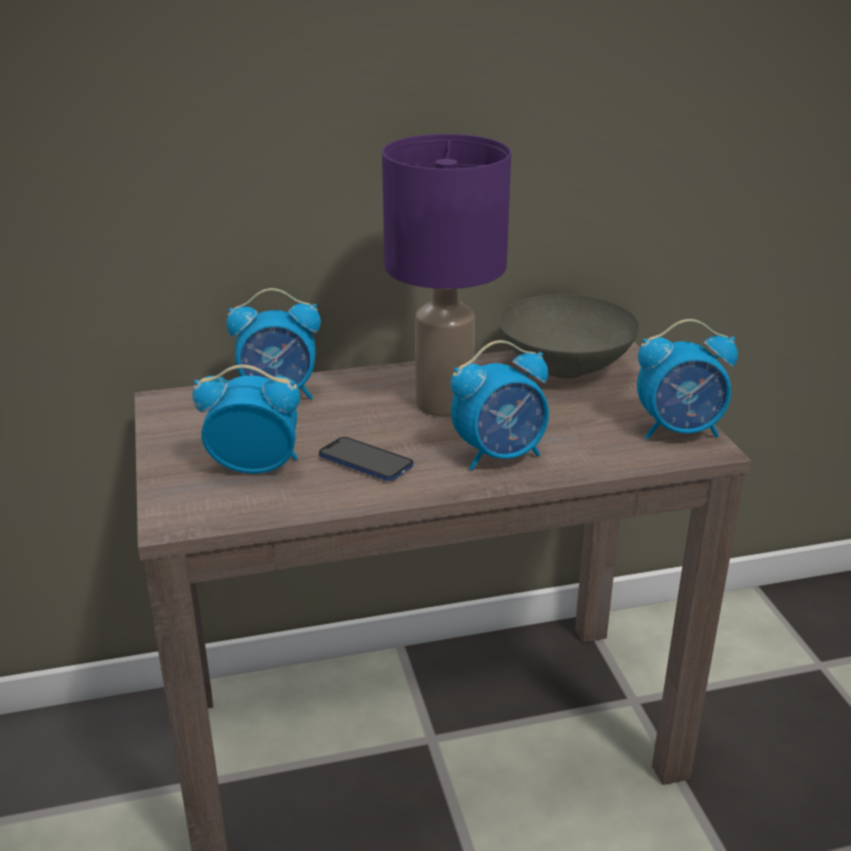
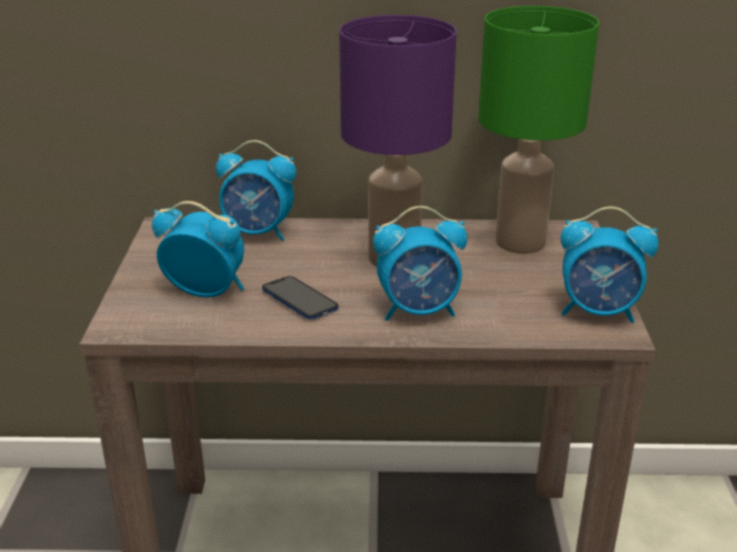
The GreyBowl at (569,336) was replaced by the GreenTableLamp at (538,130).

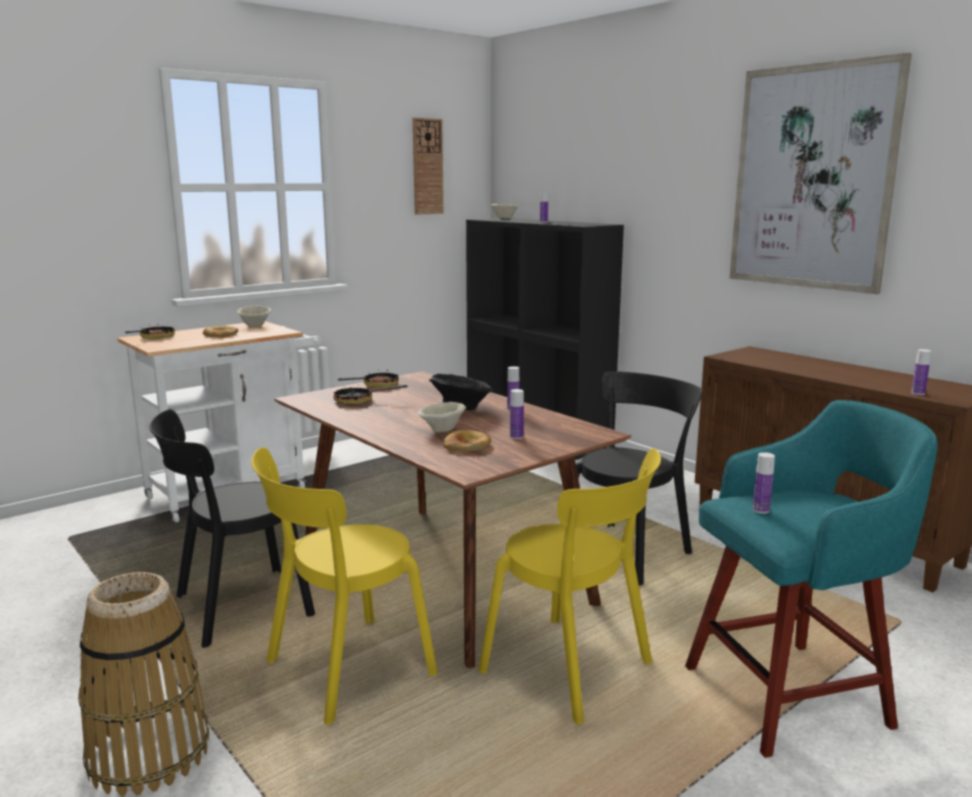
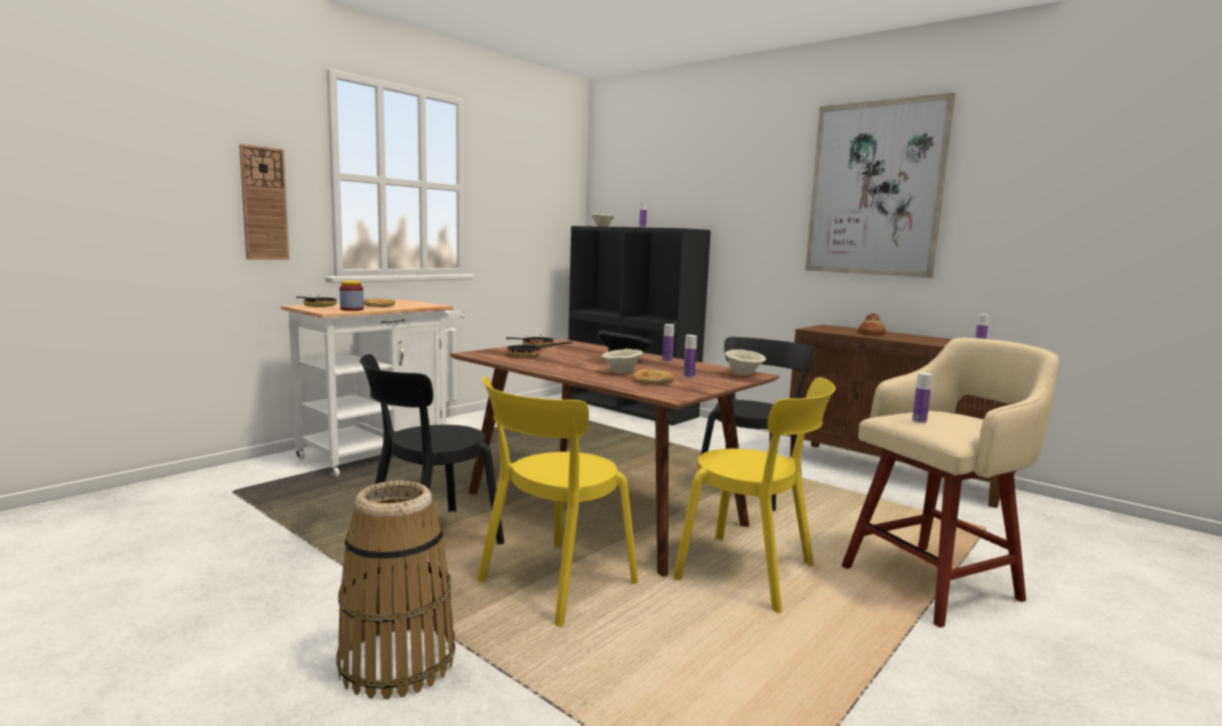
The Jar at (352,296) appeared. The Bread at (872,324) appeared. The BeigeBowl moved from (254,316) to (745,363). The WallClock moved from (428,166) to (264,202). The TurquoiseStool at (811,579) became the BeigeStool at (950,483).

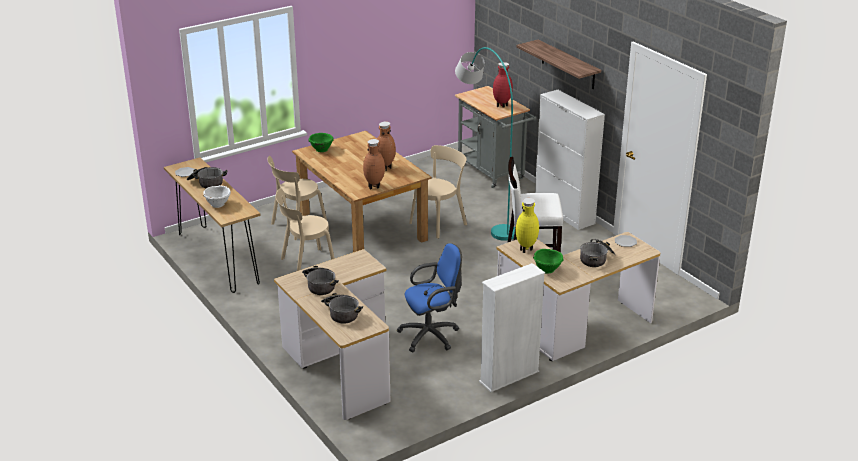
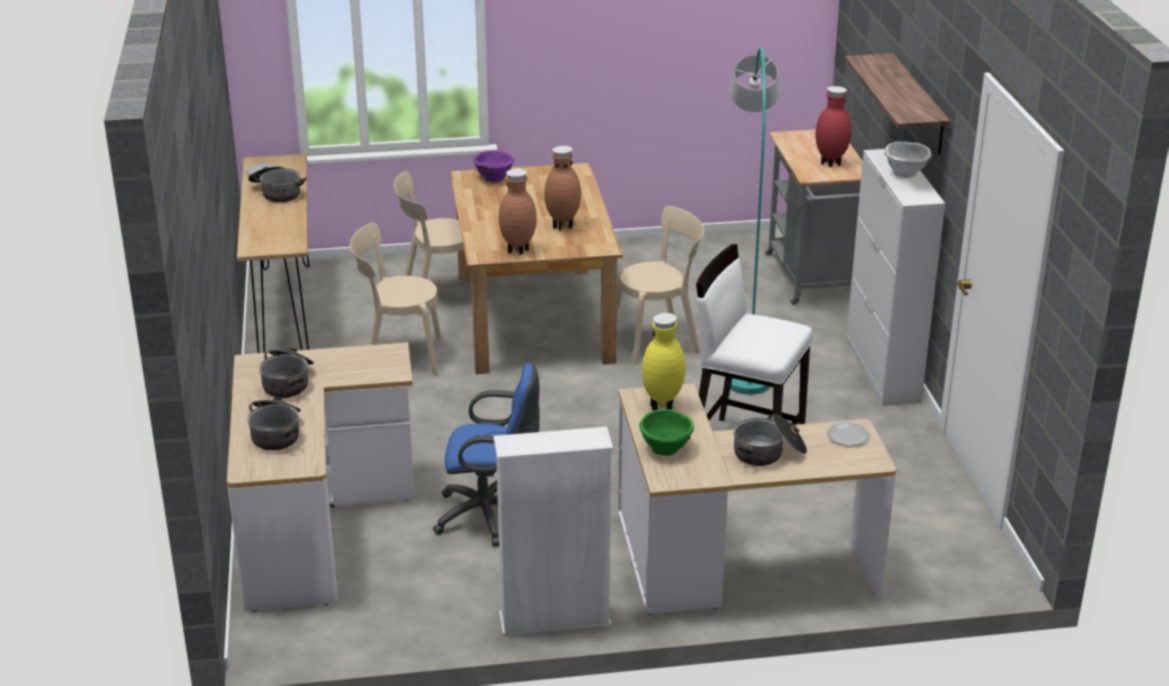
The WhiteBowl moved from (217,196) to (908,160). The GreenBowl at (321,142) became the PurpleBowl at (493,166).

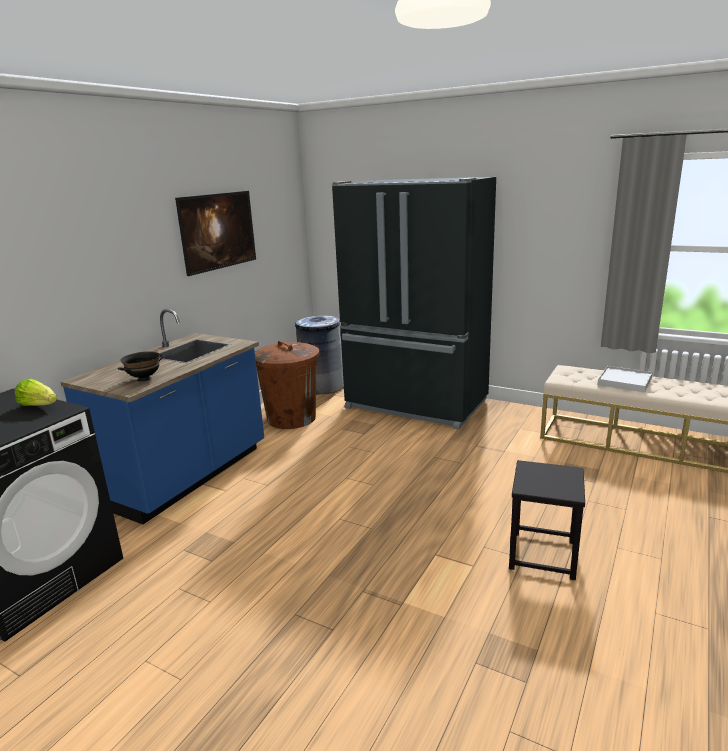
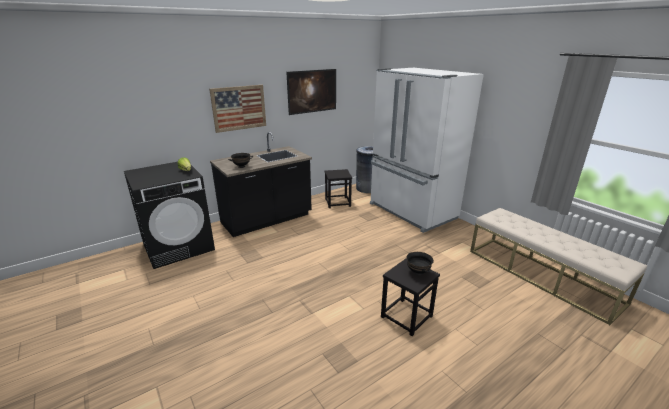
The WhiteTray at (625,379) disappeared. The Picture at (237,109) appeared. The BlackBowl at (420,263) appeared. The BrownTrashCan at (287,384) was replaced by the BlackStool at (338,188). The BlueCounter at (162,416) became the BlackCounter at (261,184). The BlackFridge at (414,303) became the WhiteFridge at (427,150).

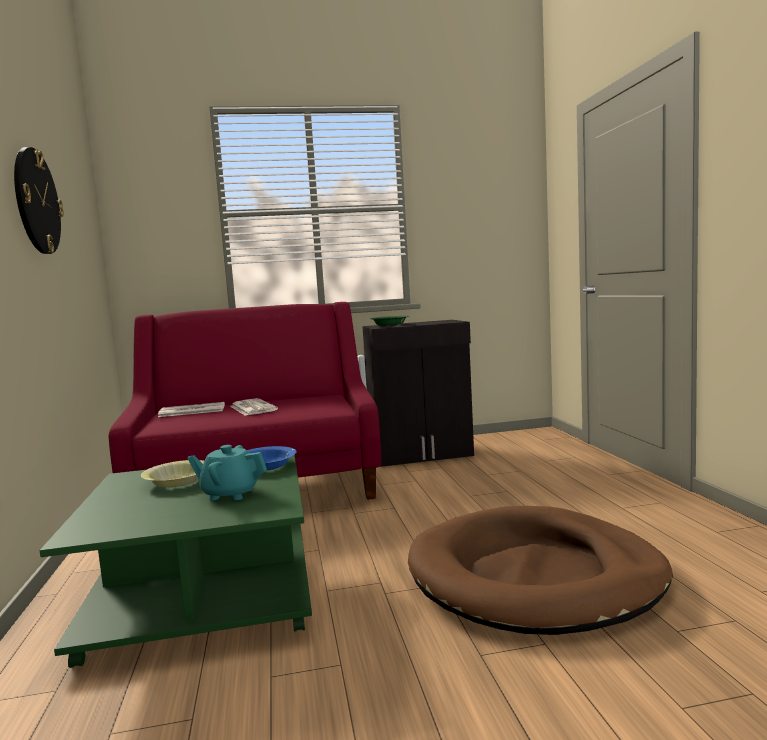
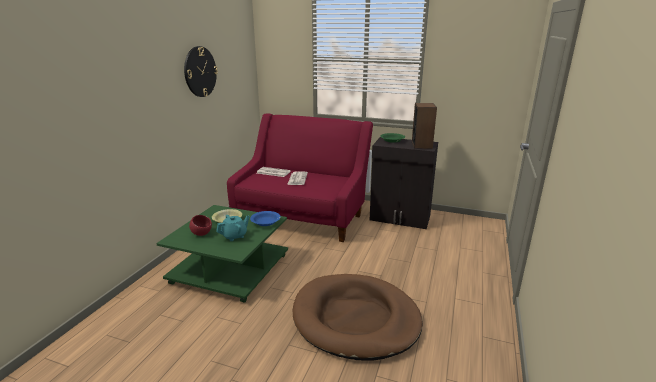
The RedBowl at (200,225) appeared. The Speaker at (424,126) appeared. The TurquoiseTeapot at (227,472) turned 105 degrees clockwise.

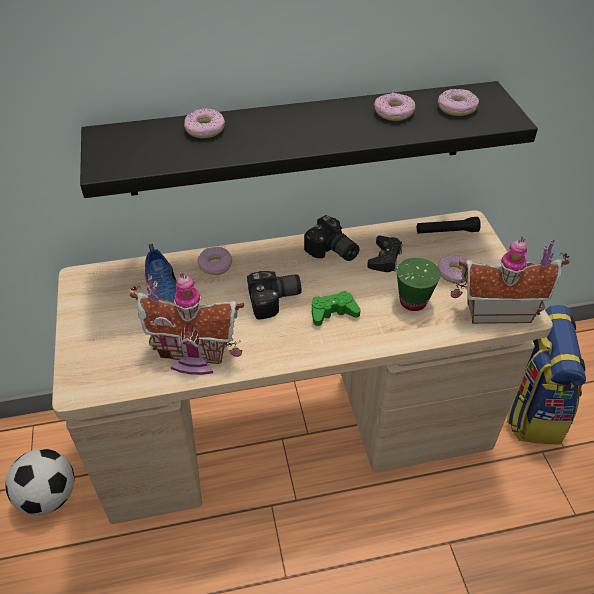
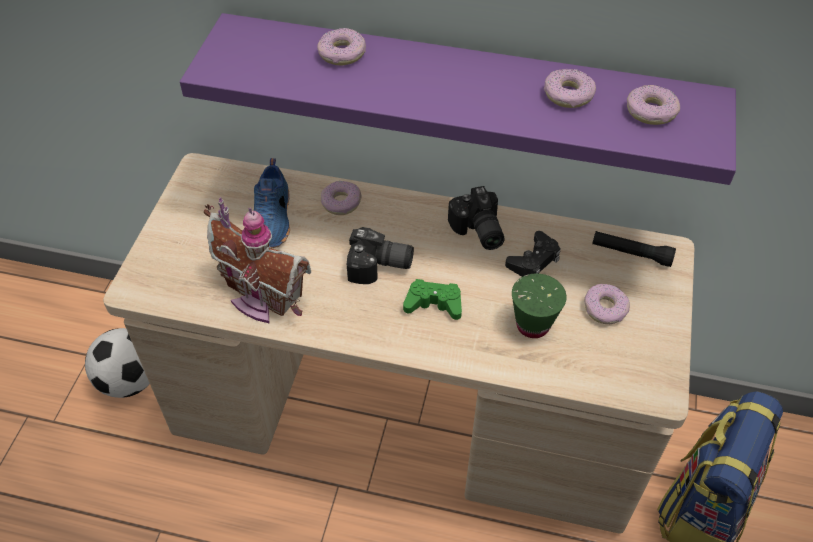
The ToyHouse at (510,280) disappeared. The BlackShelf at (309,139) became the PurpleShelf at (458,99).

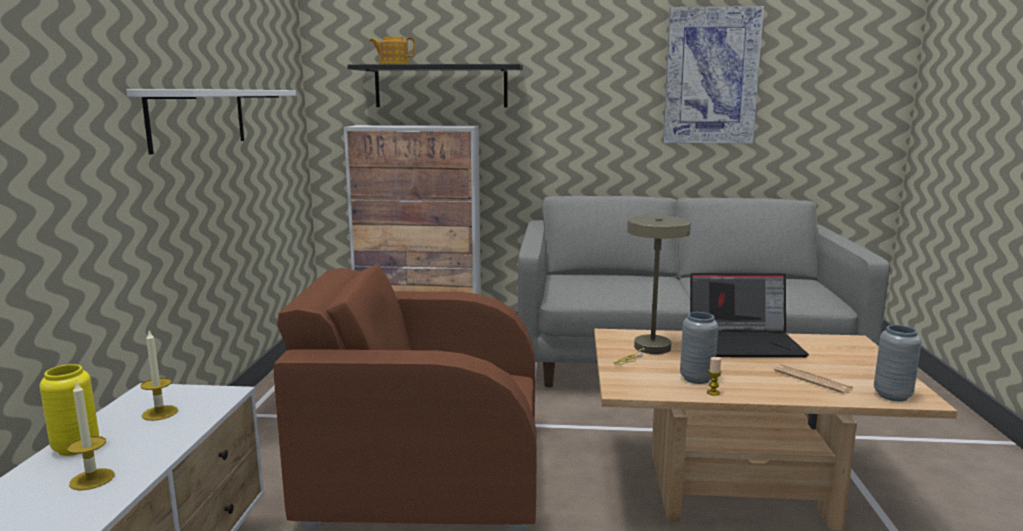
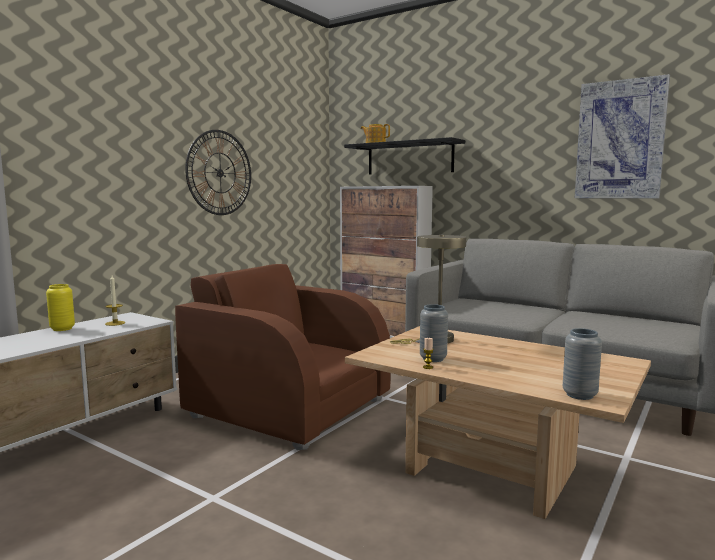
The Candle at (91,435) disappeared. The Laptop at (749,315) disappeared. The Newspaper at (813,379) disappeared. The WhiteShelf at (211,122) was replaced by the WallClock at (218,172).

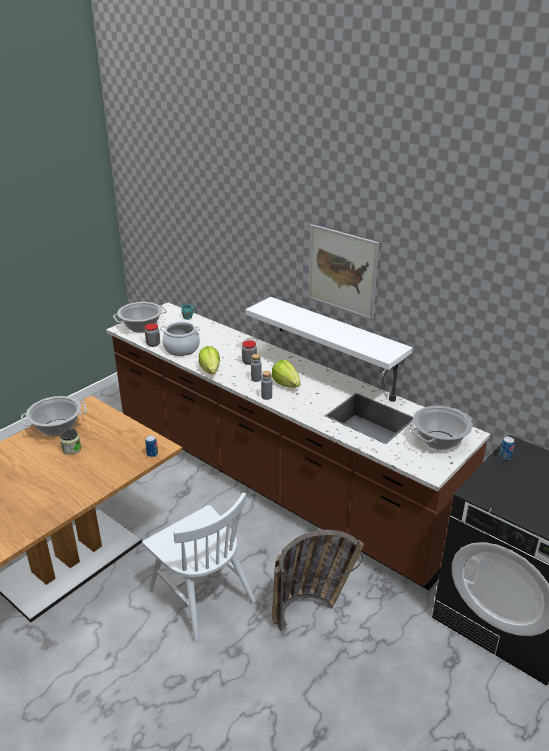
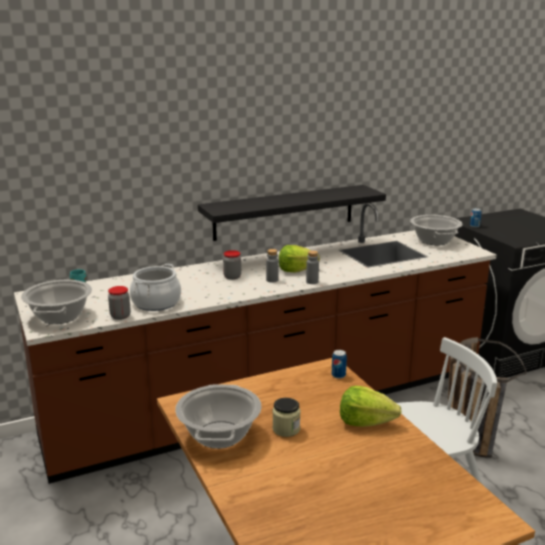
The Picture at (343,272) disappeared. The Lettuce moved from (209,360) to (371,406). The WhiteShelf at (329,333) became the BlackShelf at (292,213).

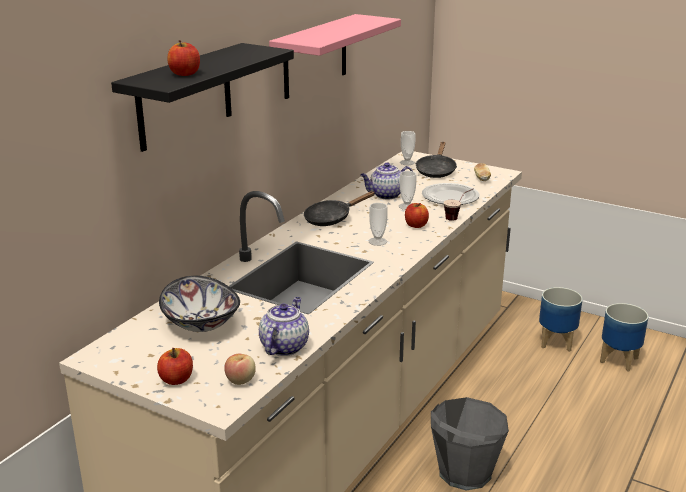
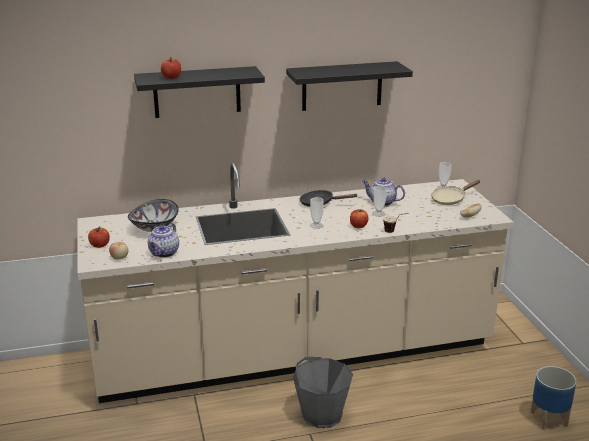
The Plate at (451,194) disappeared. The Planter at (561,319) disappeared. The PinkShelf at (335,56) became the BlackShelf at (349,86). The BlackFryingPan at (436,160) became the BeigeFryingPan at (456,192). The Teapot at (284,326) turned 135 degrees clockwise.

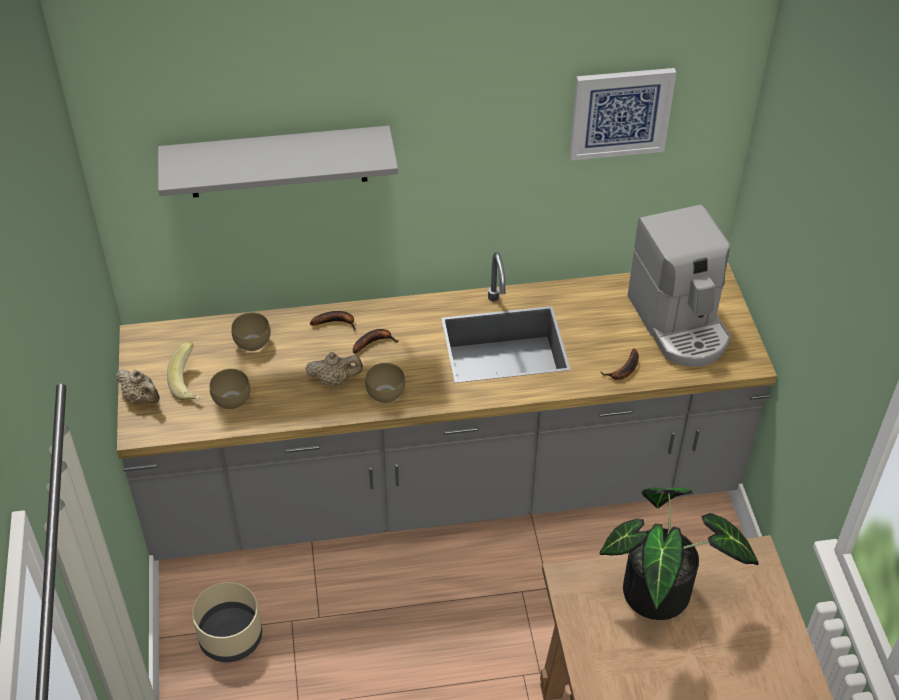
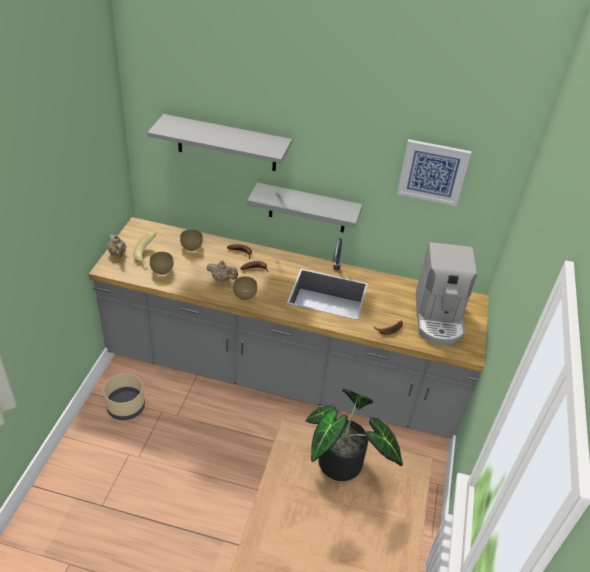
The GreyShelf at (304,207) appeared.

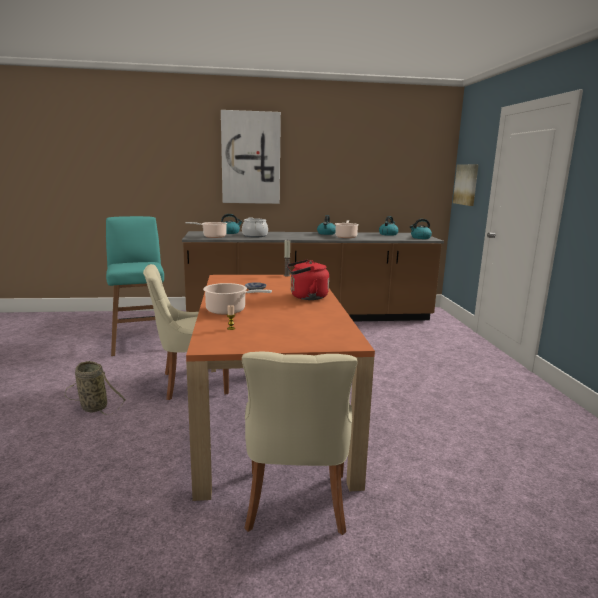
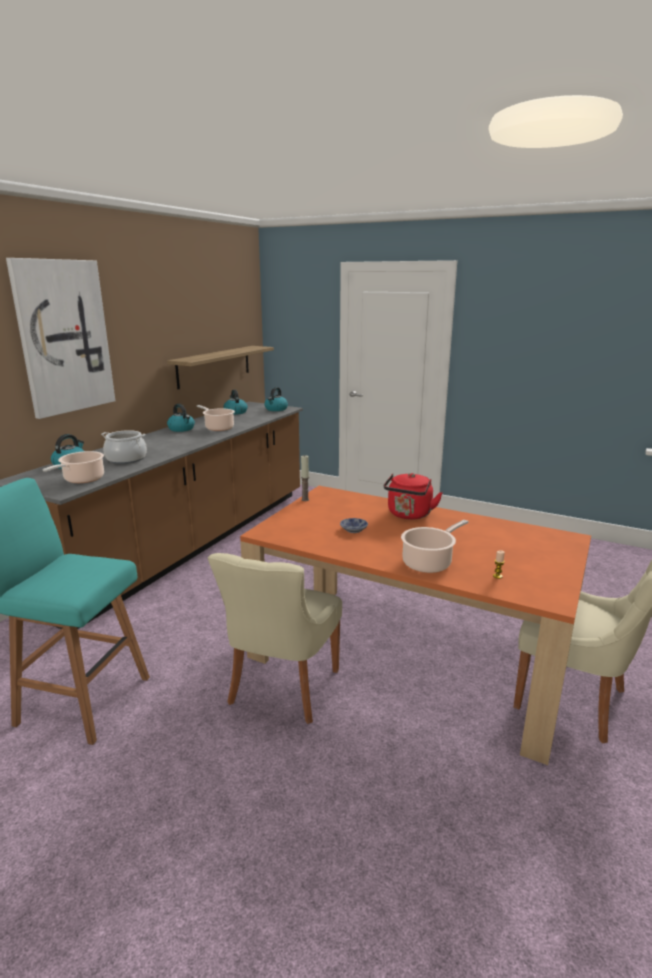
The Basket at (95,388) disappeared. The Picture at (466,185) disappeared. The Shelf at (220,367) appeared.

